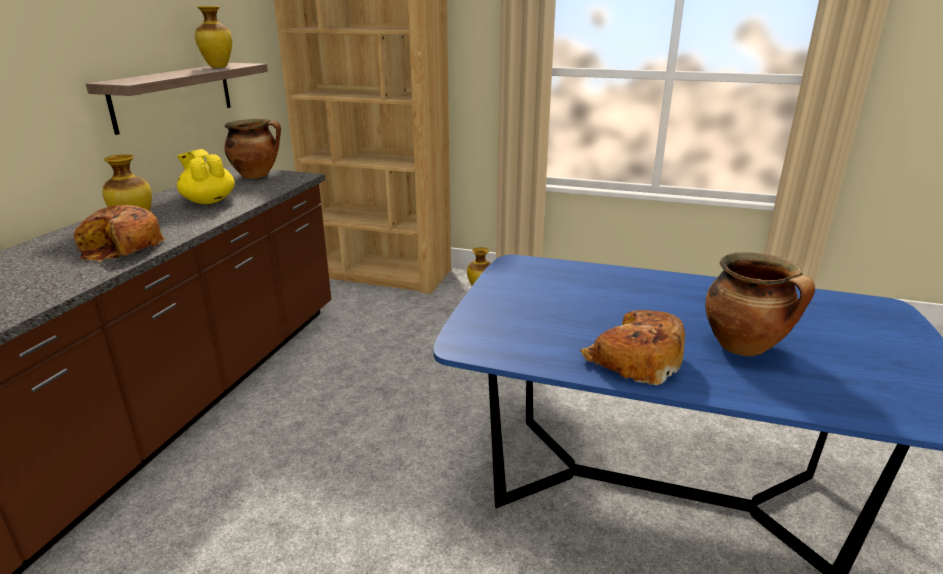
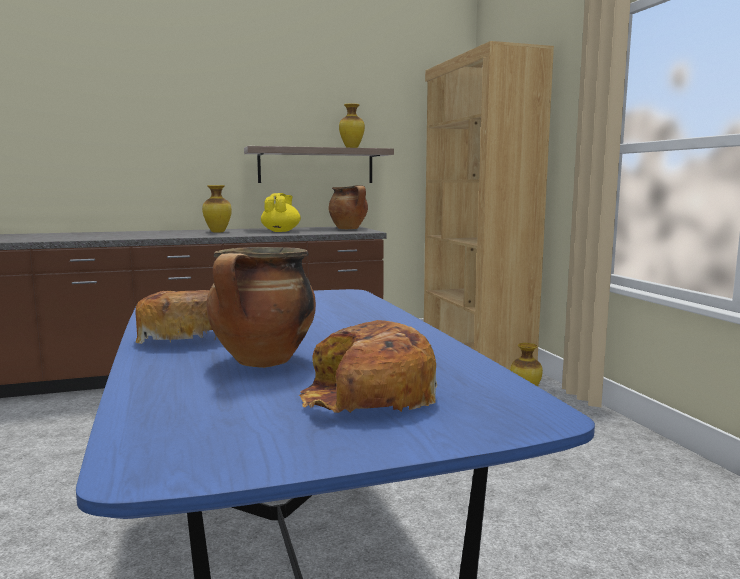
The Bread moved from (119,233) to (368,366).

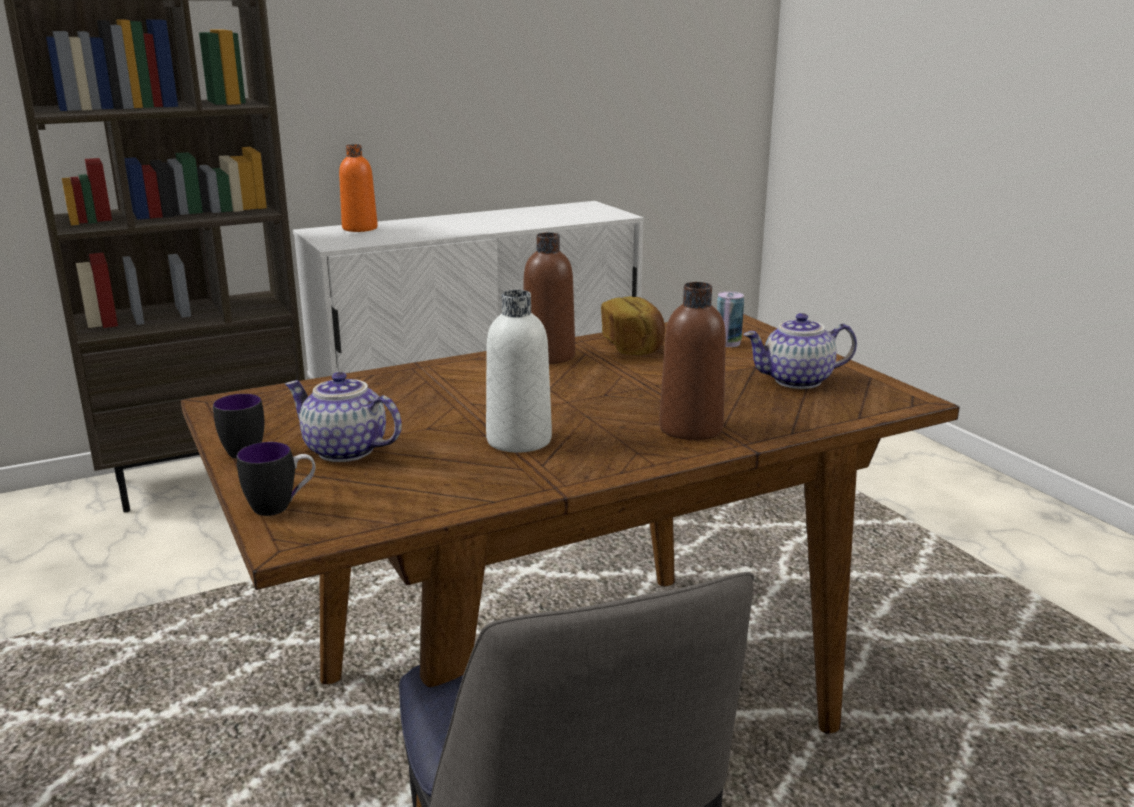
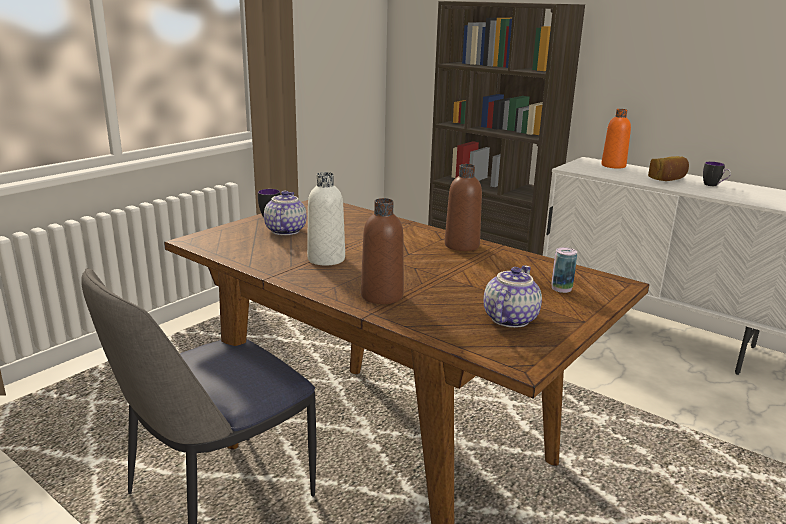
The Mug moved from (276,479) to (717,174). The Bread moved from (633,325) to (668,168). The Teapot at (800,351) turned 60 degrees clockwise.

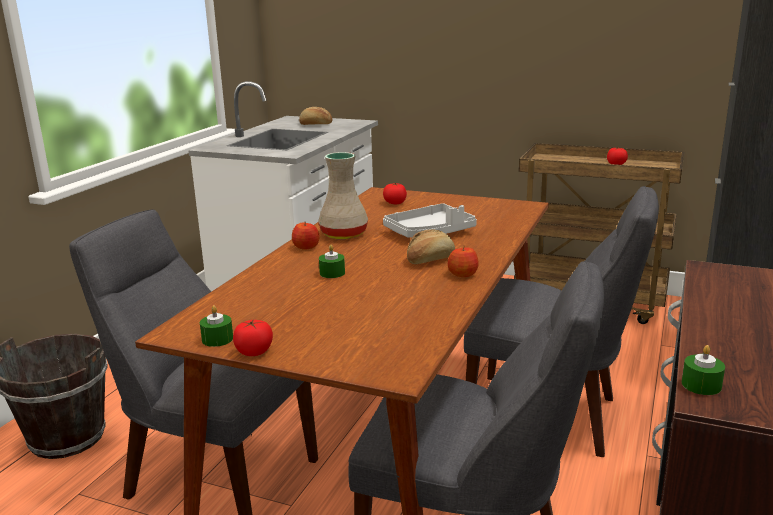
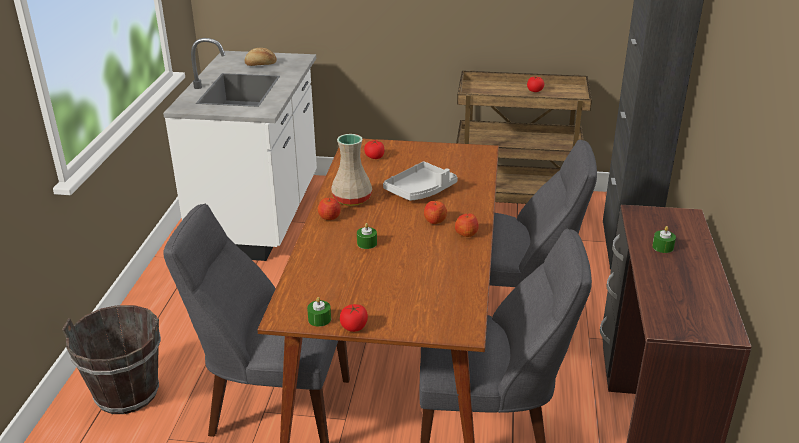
The GreenCandle moved from (703,370) to (664,239). The Bread at (431,246) was replaced by the Apple at (435,212).

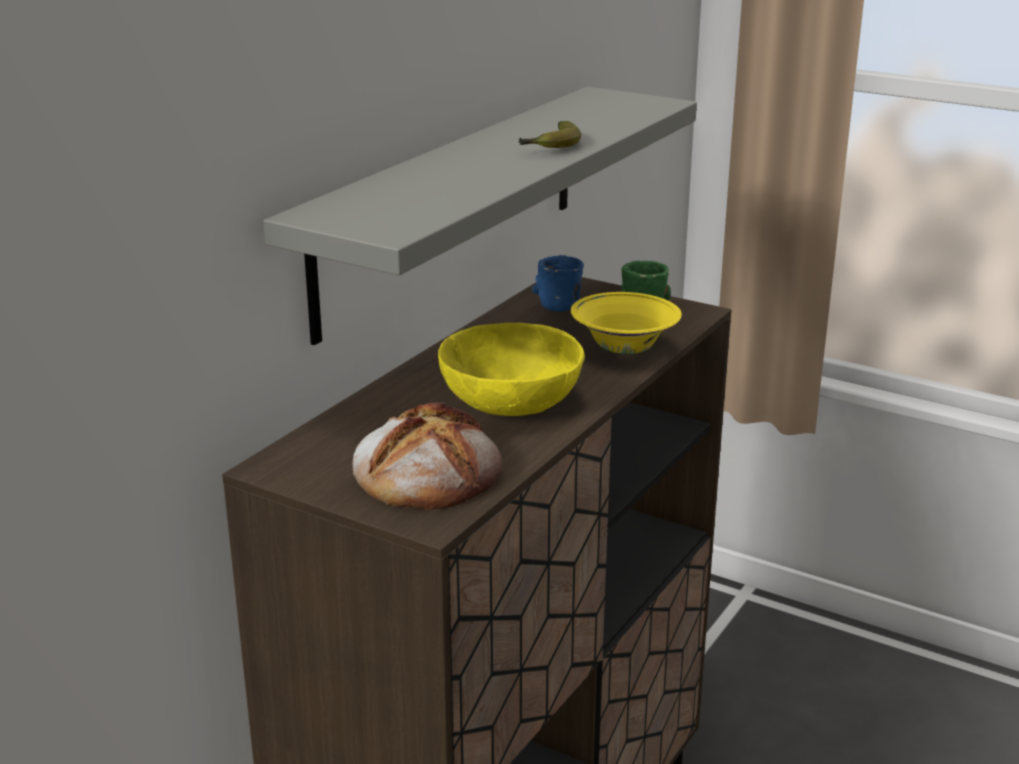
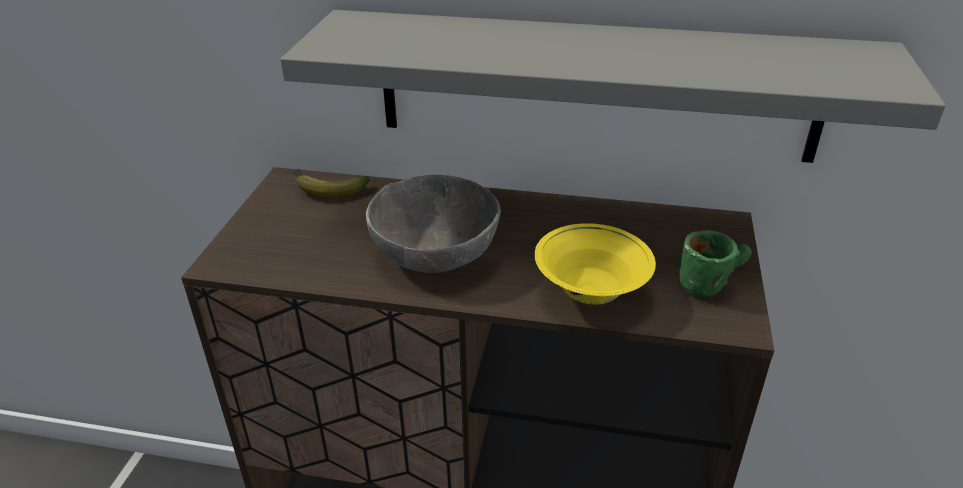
The Bread at (427,456) disappeared. The BlueMug at (558,283) disappeared. The Banana moved from (550,134) to (332,183). The YellowBowl at (511,369) became the GreyBowl at (433,224).

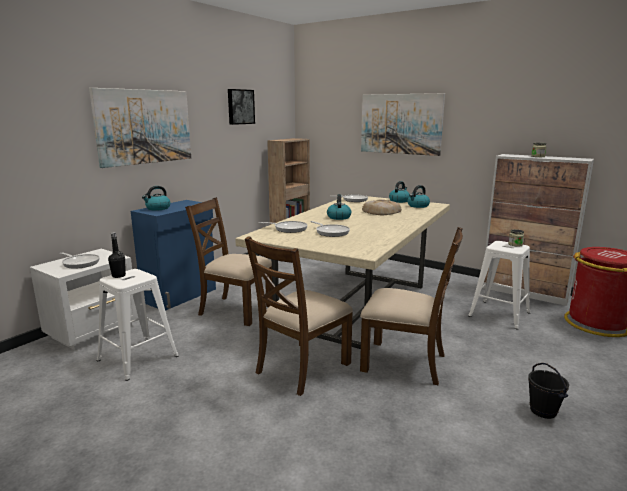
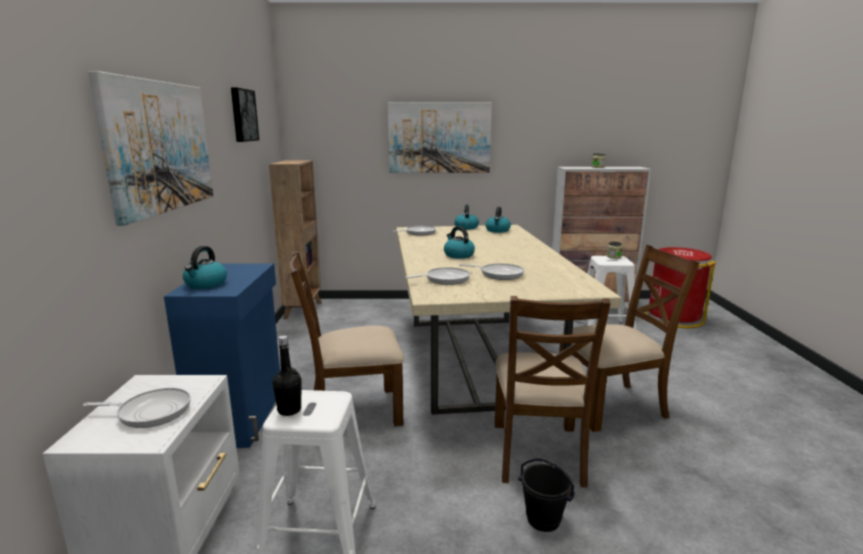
The Bread at (382,207) disappeared. The BlackBucket moved from (548,391) to (546,495).

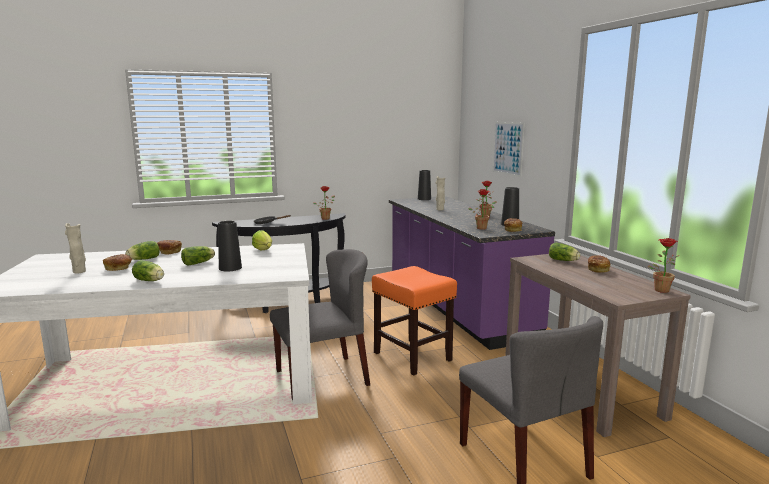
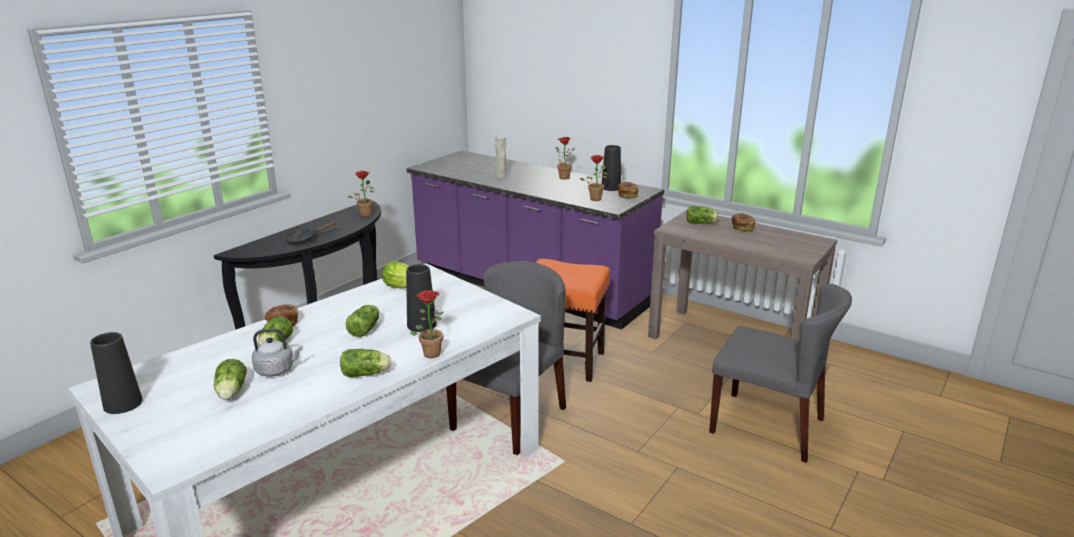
The Picture at (509,149) disappeared. The BlackVase moved from (424,185) to (116,373). The PottedPlant moved from (664,265) to (427,324). The BeigeVase at (75,248) was replaced by the Lettuce at (230,379). The Bread at (117,262) was replaced by the GreyKettle at (277,353).

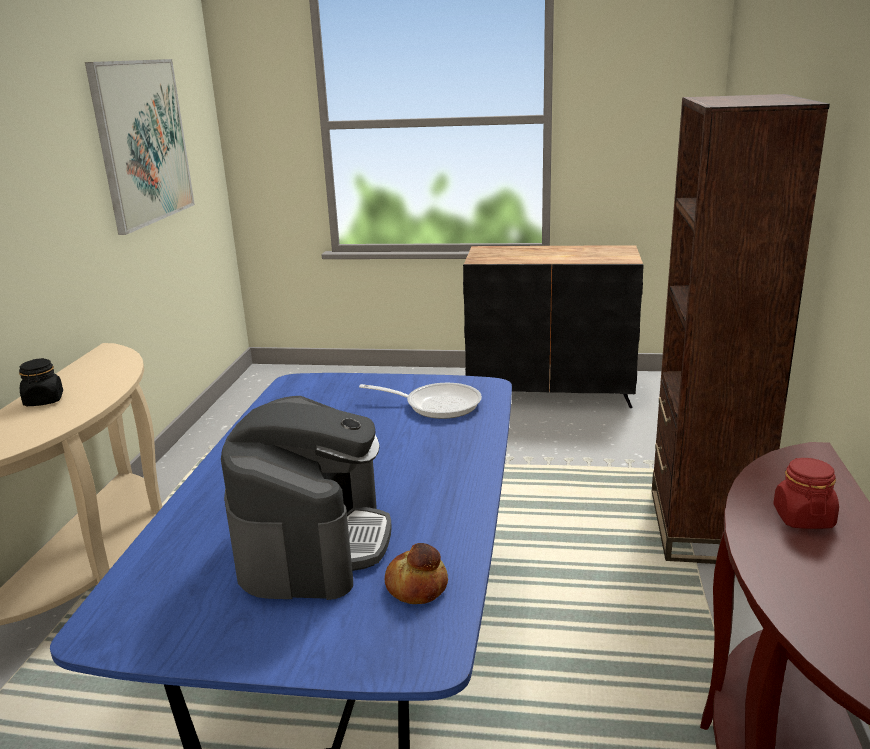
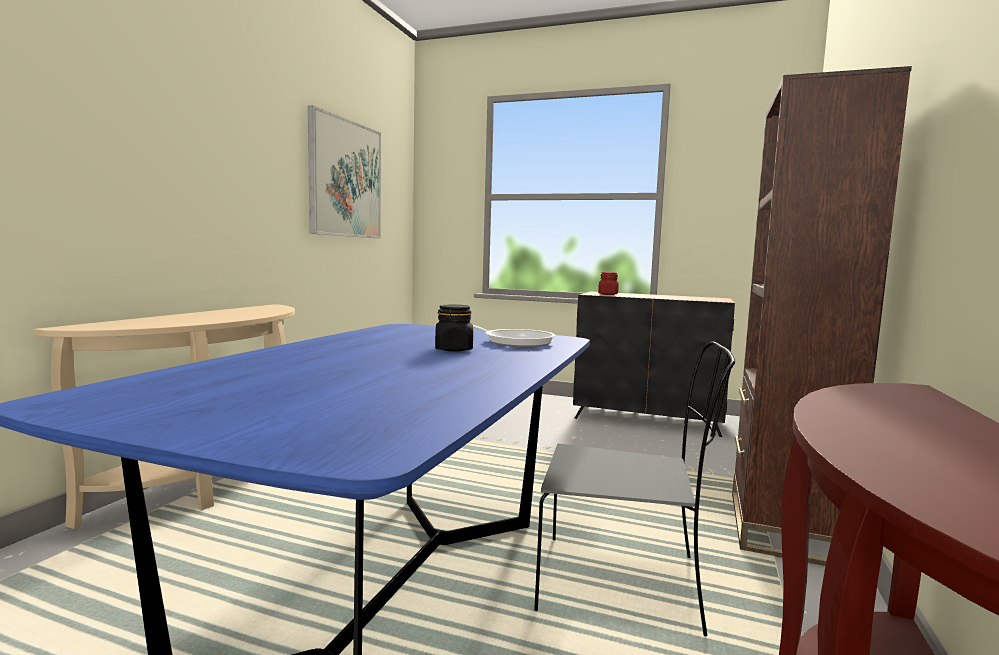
The CoffeeMachine at (306,498) disappeared. The Bread at (416,573) disappeared. The GreyChair at (634,489) appeared. The BlackJar moved from (41,382) to (454,328). The RedJar moved from (806,493) to (608,283).

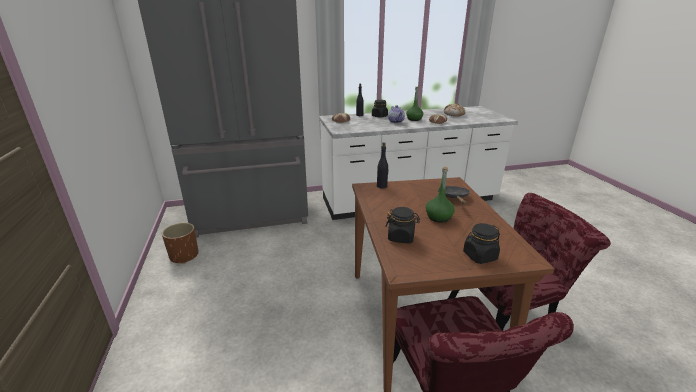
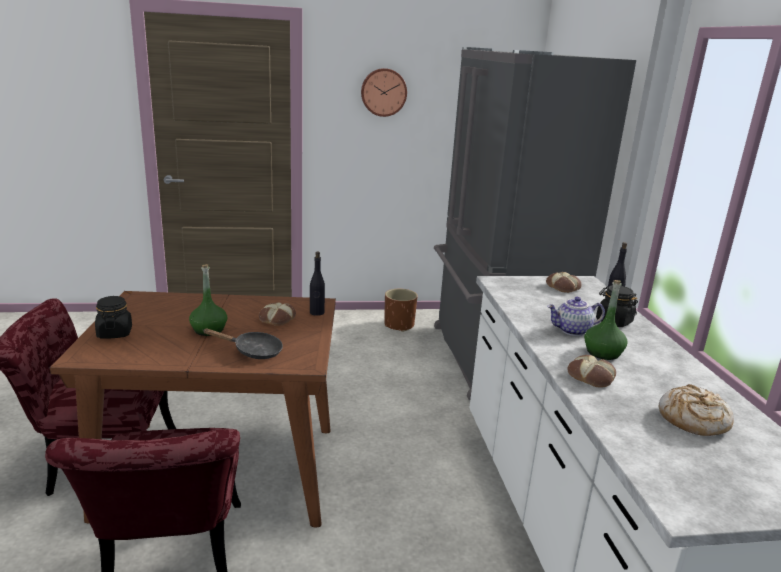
The BlackJar at (402,225) disappeared. The Bread at (277,314) appeared. The WallClock at (384,92) appeared.

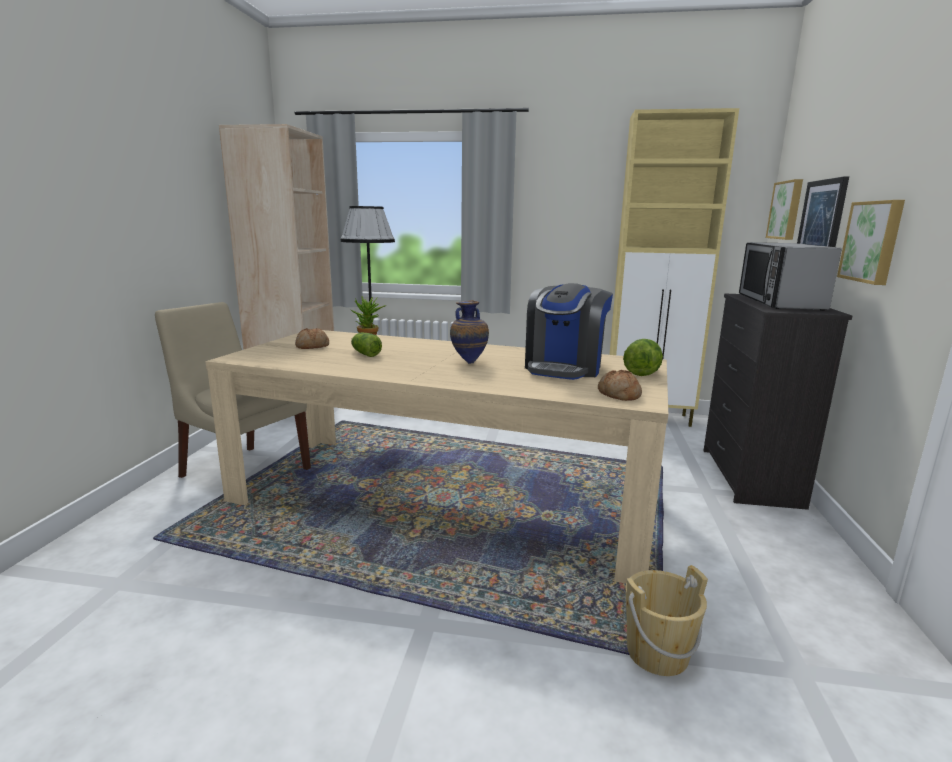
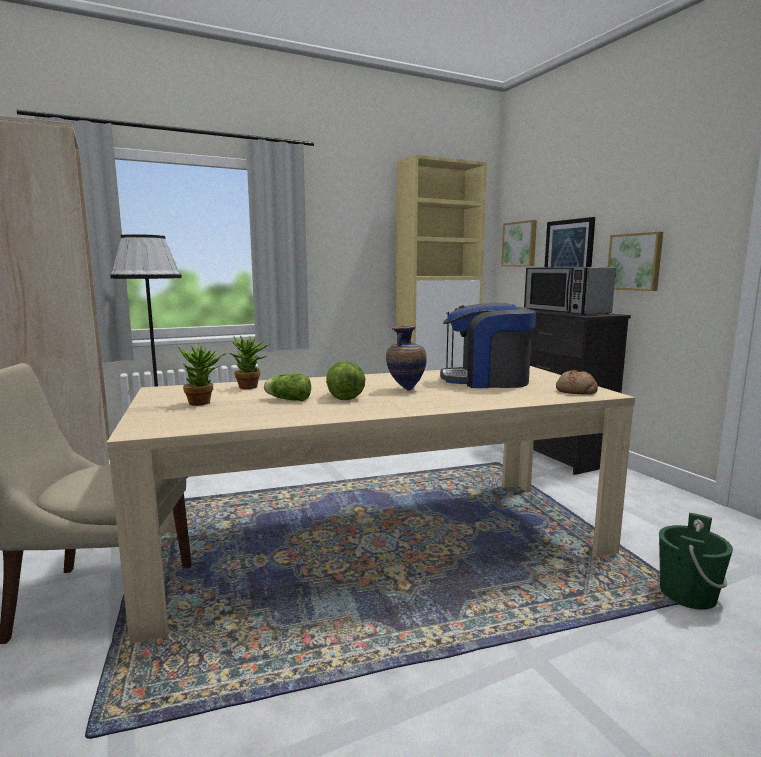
The Lettuce moved from (643,357) to (345,380). The Bread at (312,338) was replaced by the PottedPlant at (202,375). The BeigeBucket at (667,620) became the GreenBucket at (696,561). The CoffeeMachine at (569,331) turned 105 degrees clockwise.

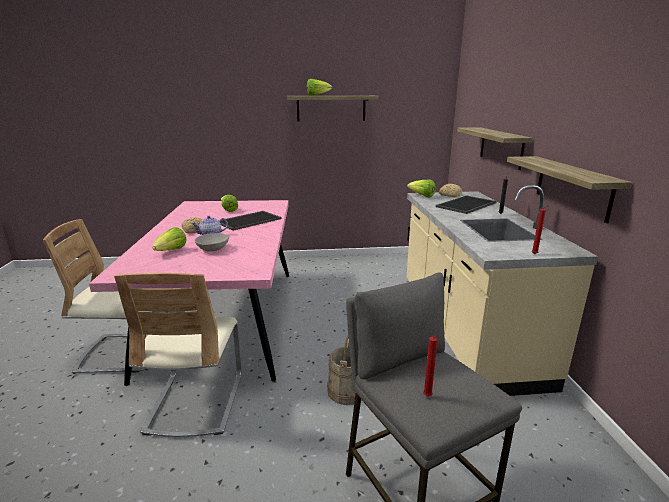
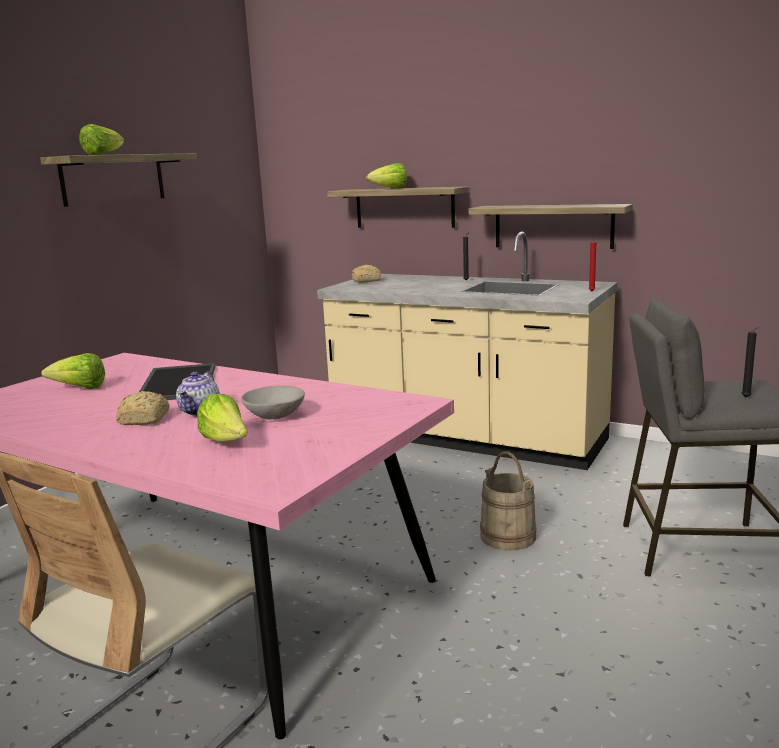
The BeigeChair at (177,355) disappeared. The Tray at (466,204) disappeared. The Lettuce moved from (421,188) to (386,176). The RedCandle at (430,366) became the BlackCandle at (751,361).

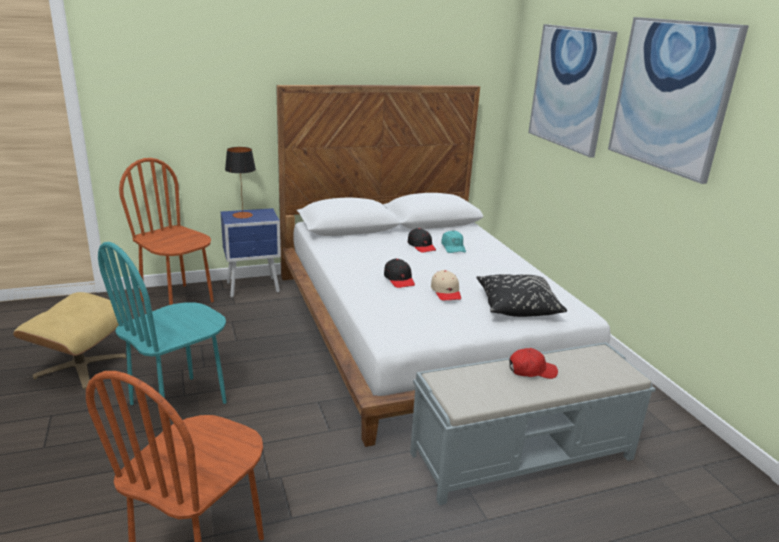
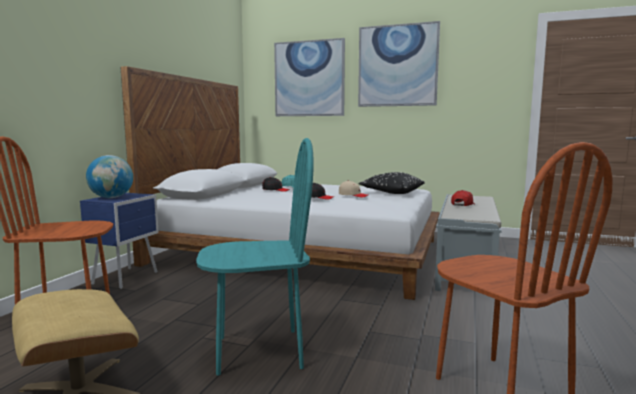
The TableLamp at (240,182) was replaced by the Globe at (109,176). The TurquoiseChair at (162,323) turned 90 degrees counterclockwise.

